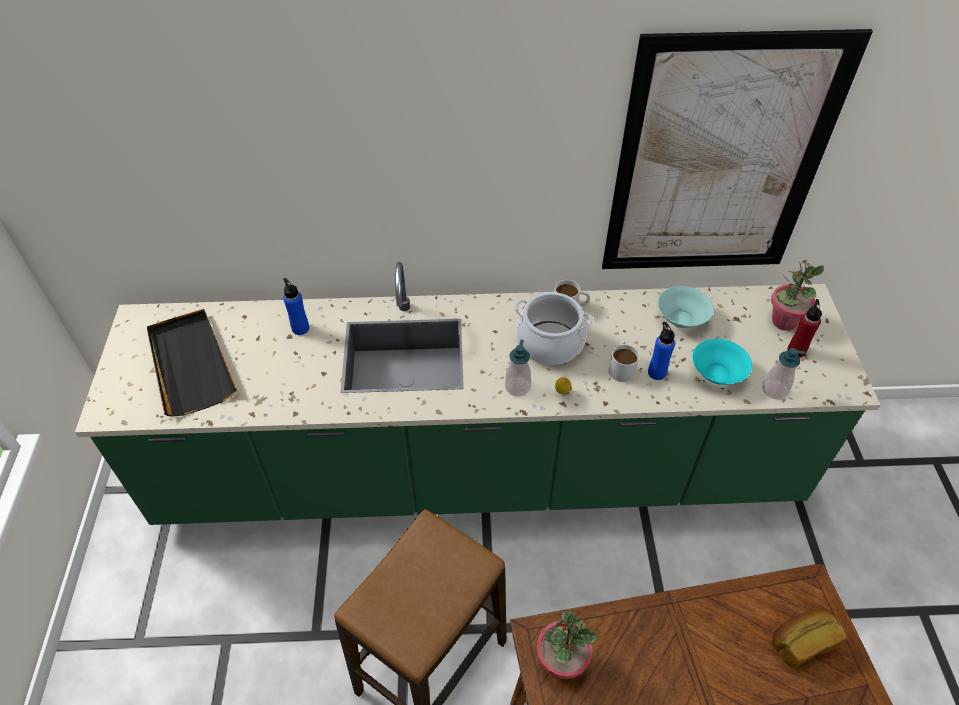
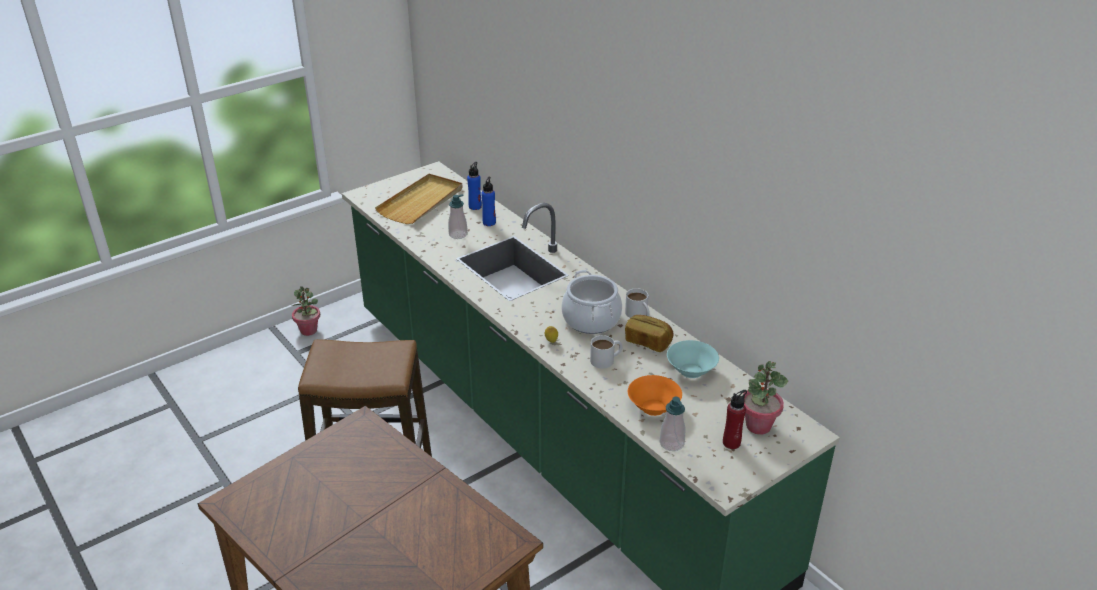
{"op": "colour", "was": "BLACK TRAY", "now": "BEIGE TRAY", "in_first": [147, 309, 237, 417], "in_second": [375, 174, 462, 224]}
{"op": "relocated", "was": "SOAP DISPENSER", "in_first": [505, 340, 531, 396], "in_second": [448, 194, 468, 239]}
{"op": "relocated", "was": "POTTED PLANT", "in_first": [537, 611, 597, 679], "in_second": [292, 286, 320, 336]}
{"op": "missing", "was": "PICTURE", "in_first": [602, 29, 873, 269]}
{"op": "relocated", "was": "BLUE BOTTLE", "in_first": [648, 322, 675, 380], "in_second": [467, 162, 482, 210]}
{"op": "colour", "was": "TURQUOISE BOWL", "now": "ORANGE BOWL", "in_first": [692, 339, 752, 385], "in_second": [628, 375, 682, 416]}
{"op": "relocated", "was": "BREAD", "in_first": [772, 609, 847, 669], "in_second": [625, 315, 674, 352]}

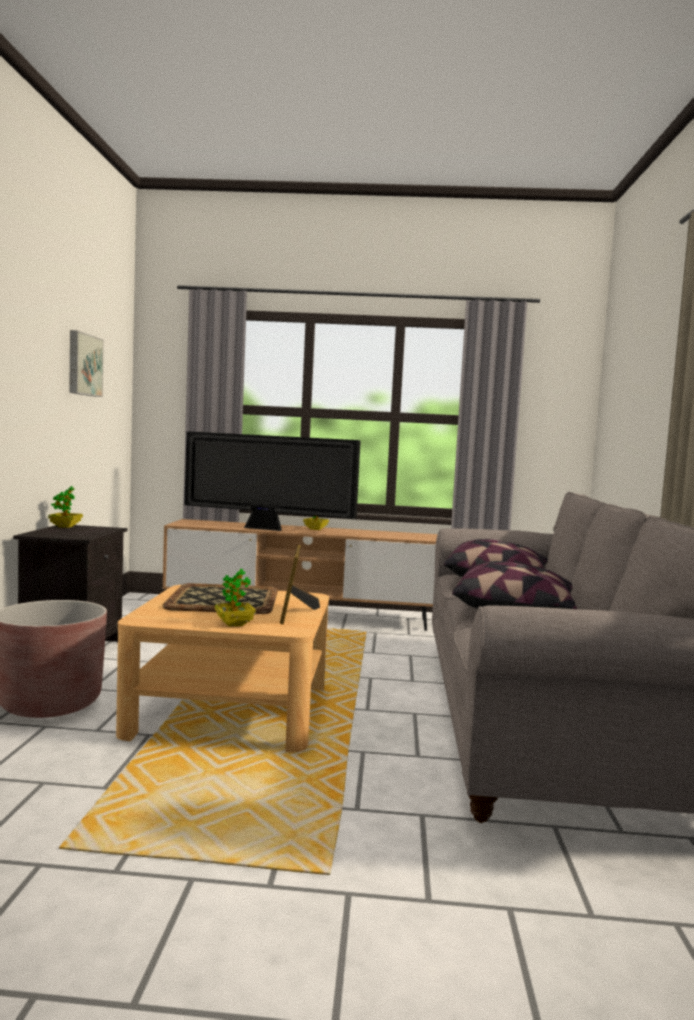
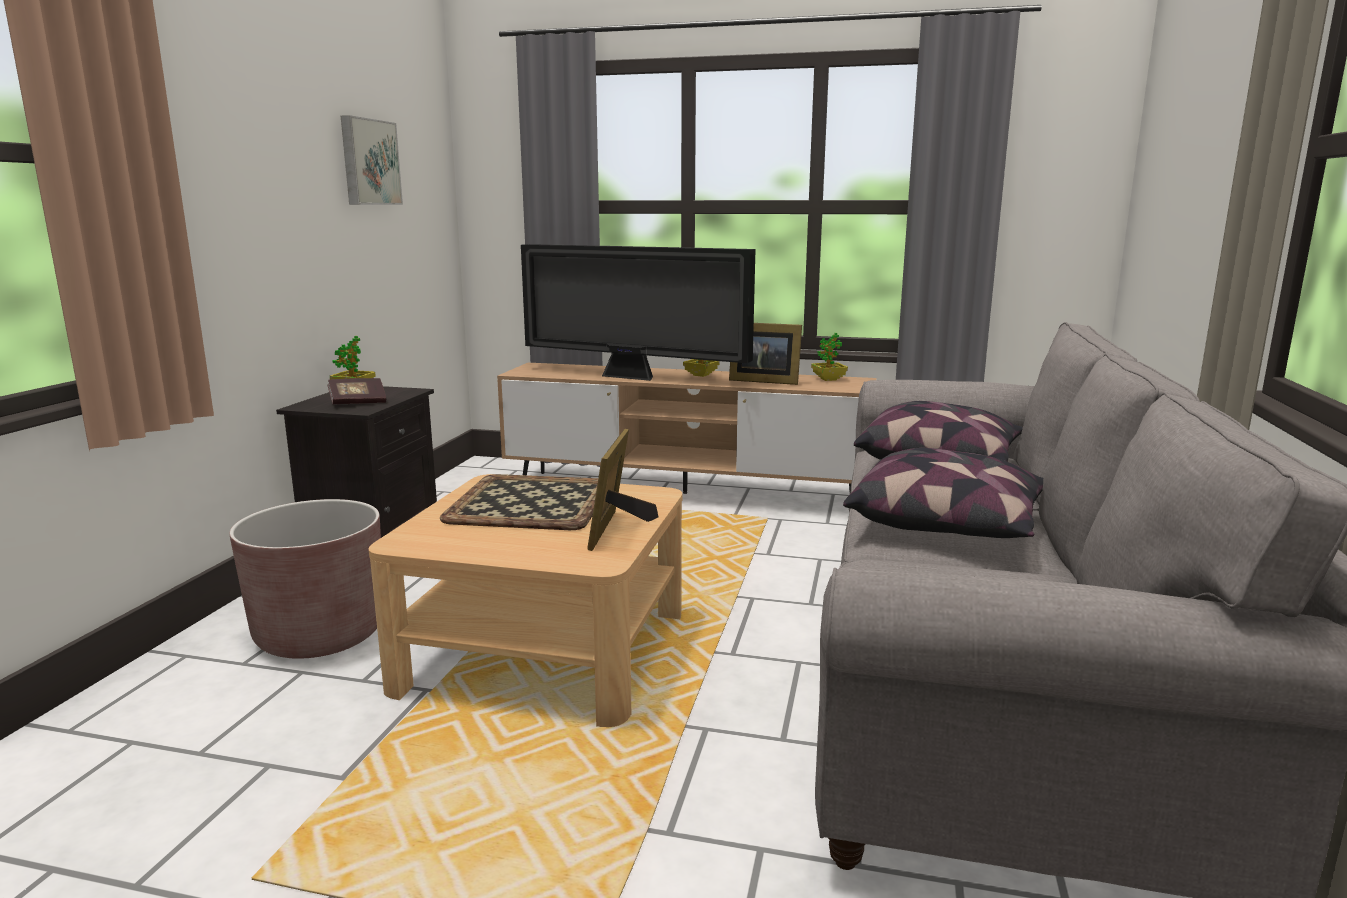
{"op": "relocated", "was": "POTTED PLANT", "in_first": [215, 569, 256, 627], "in_second": [811, 333, 848, 381]}
{"op": "appeared", "now": "BOOK", "in_second": [327, 378, 386, 405]}
{"op": "appeared", "now": "PICTURE FRAME", "in_second": [729, 323, 802, 385]}

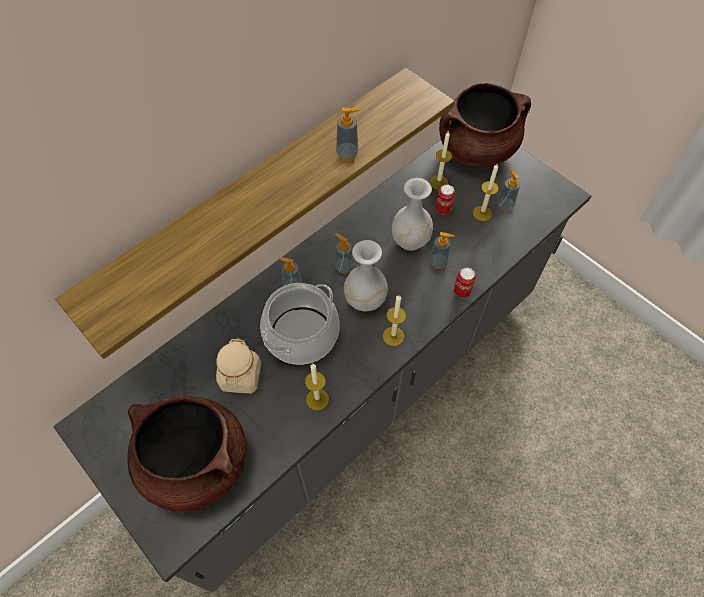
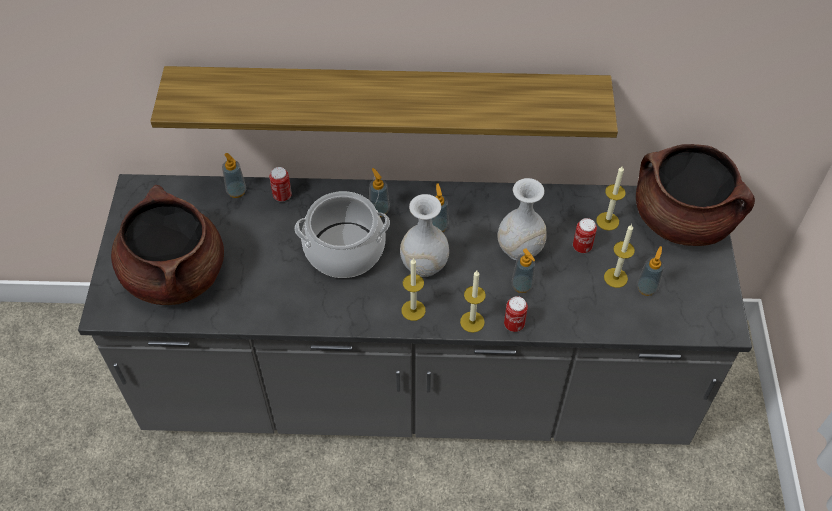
{"op": "missing", "was": "BEIGE JAR", "in_first": [216, 338, 261, 393]}
{"op": "relocated", "was": "CANDLE", "in_first": [305, 364, 329, 410], "in_second": [460, 270, 486, 333]}
{"op": "relocated", "was": "SOAP DISPENSER", "in_first": [336, 108, 359, 160], "in_second": [222, 153, 246, 198]}
{"op": "appeared", "now": "CAN", "in_second": [269, 167, 292, 202]}

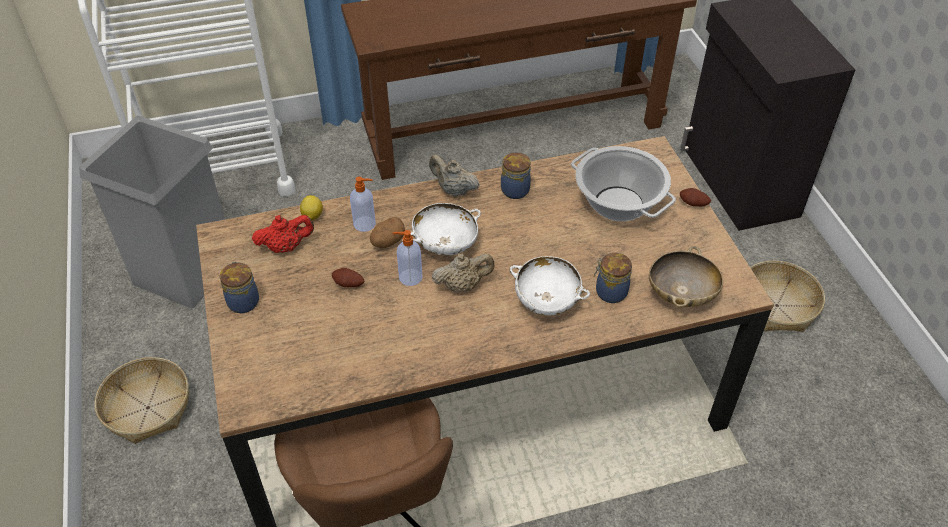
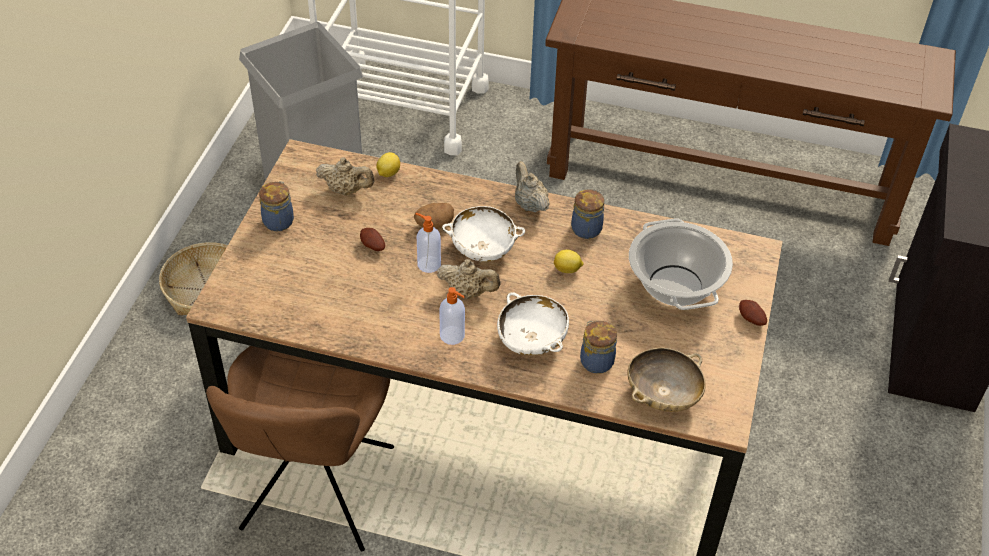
{"op": "colour", "was": "RED TEAPOT", "now": "BEIGE TEAPOT", "in_first": [252, 215, 314, 253], "in_second": [316, 157, 375, 195]}
{"op": "relocated", "was": "SOAP DISPENSER", "in_first": [350, 177, 376, 232], "in_second": [439, 287, 465, 345]}
{"op": "missing", "was": "BASKET", "in_first": [750, 261, 825, 332]}
{"op": "appeared", "now": "LEMON", "in_second": [554, 249, 583, 273]}

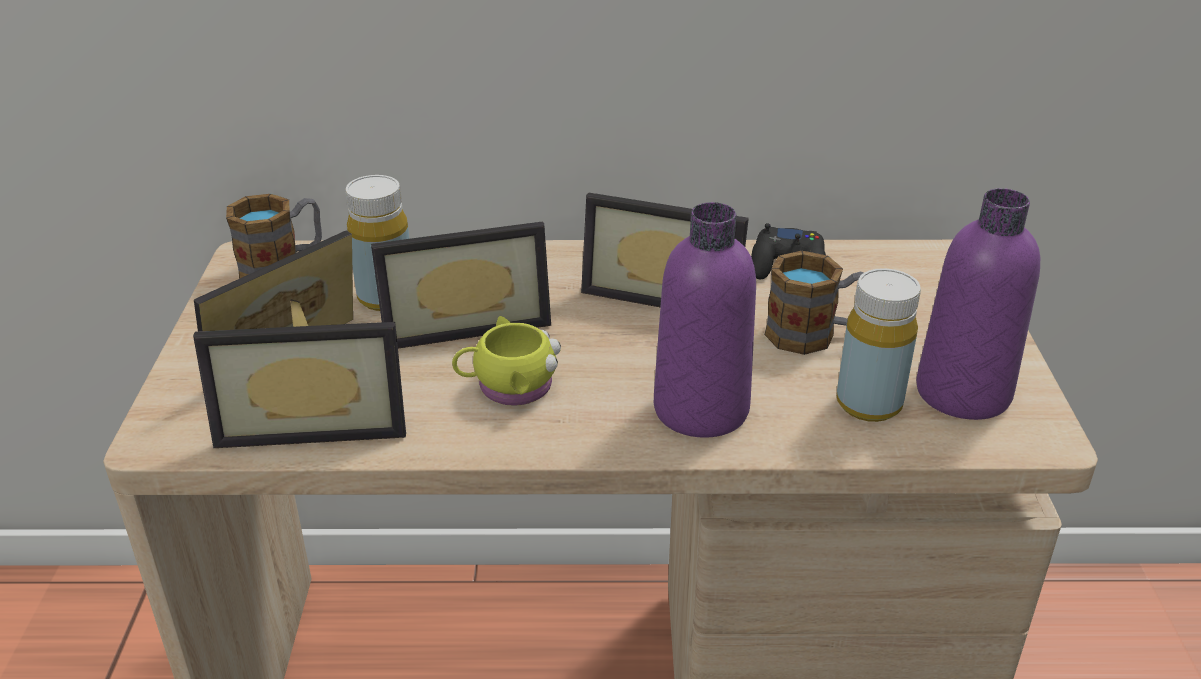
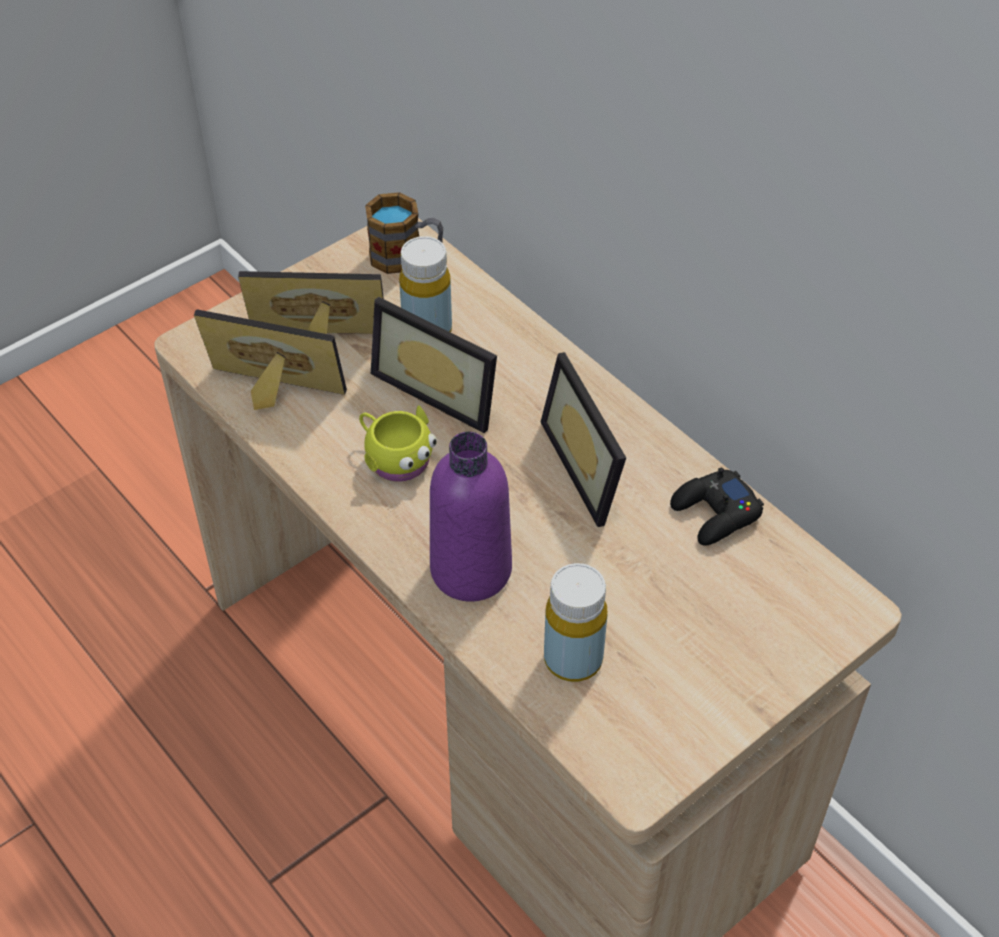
{"op": "spun", "was": "PICTURE FRAME", "in_first": [193, 322, 406, 448], "in_second": [194, 309, 347, 410], "clockwise": 150}
{"op": "missing", "was": "MUG", "in_first": [765, 251, 863, 355]}
{"op": "missing", "was": "PURPLE BOTTLE", "in_first": [916, 188, 1040, 420]}

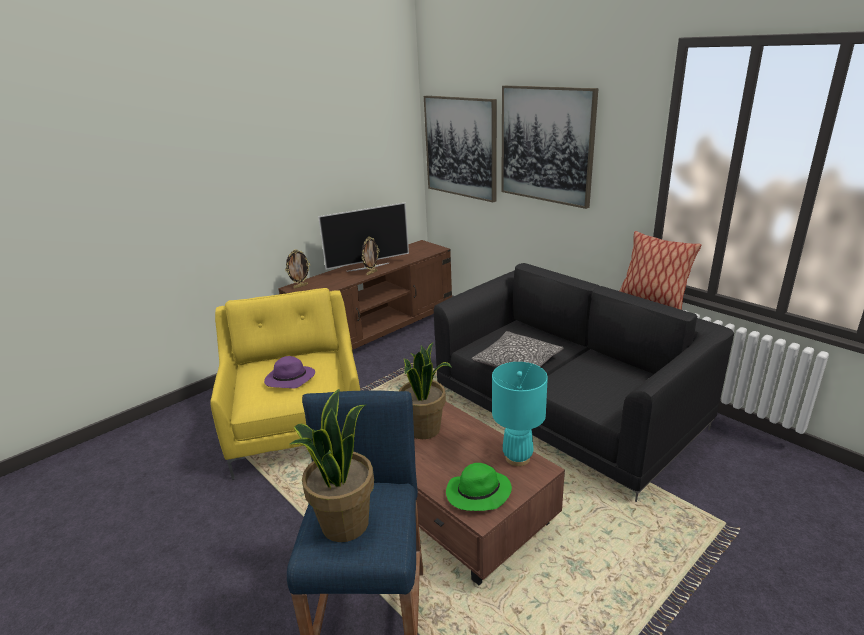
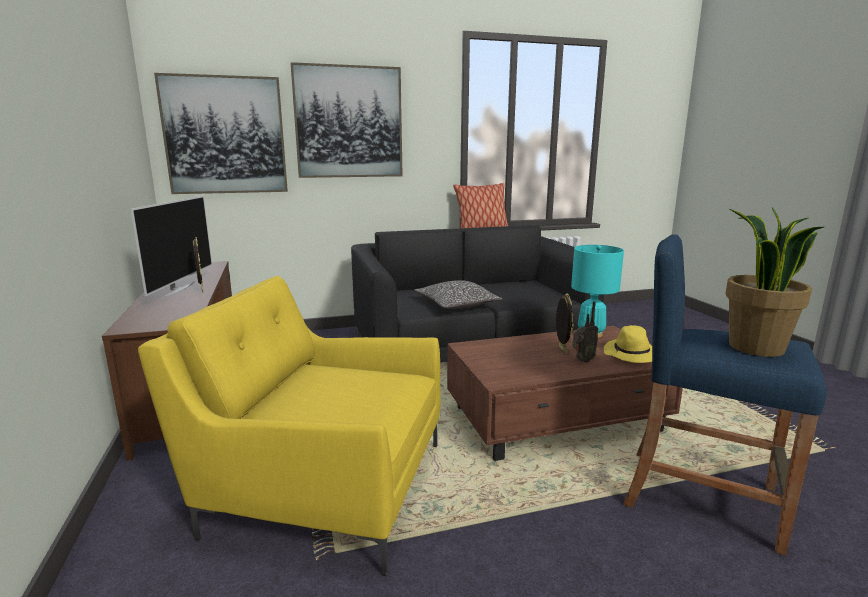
{"op": "missing", "was": "PURPLE HAT", "in_first": [264, 356, 315, 389]}
{"op": "relocated", "was": "PICTURE FRAME", "in_first": [285, 249, 310, 289], "in_second": [556, 293, 574, 354]}
{"op": "missing", "was": "POTTED PLANT", "in_first": [399, 343, 451, 439]}
{"op": "colour", "was": "GREEN HAT", "now": "YELLOW HAT", "in_first": [446, 463, 512, 511], "in_second": [604, 325, 652, 363]}
{"op": "appeared", "now": "RADIO", "in_second": [573, 301, 598, 363]}

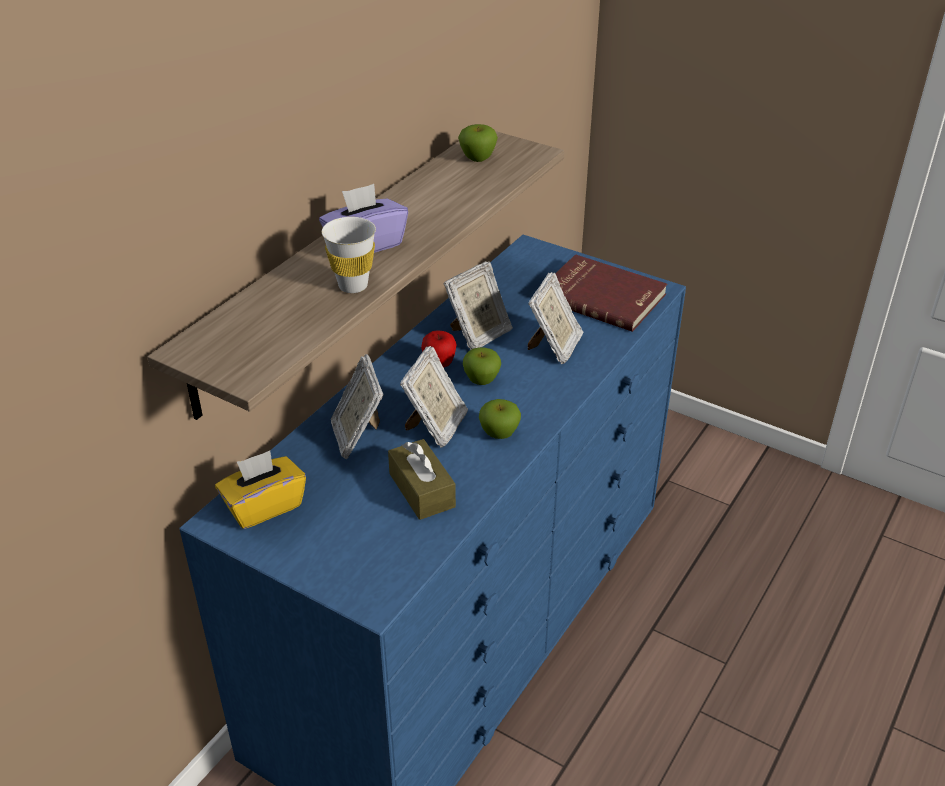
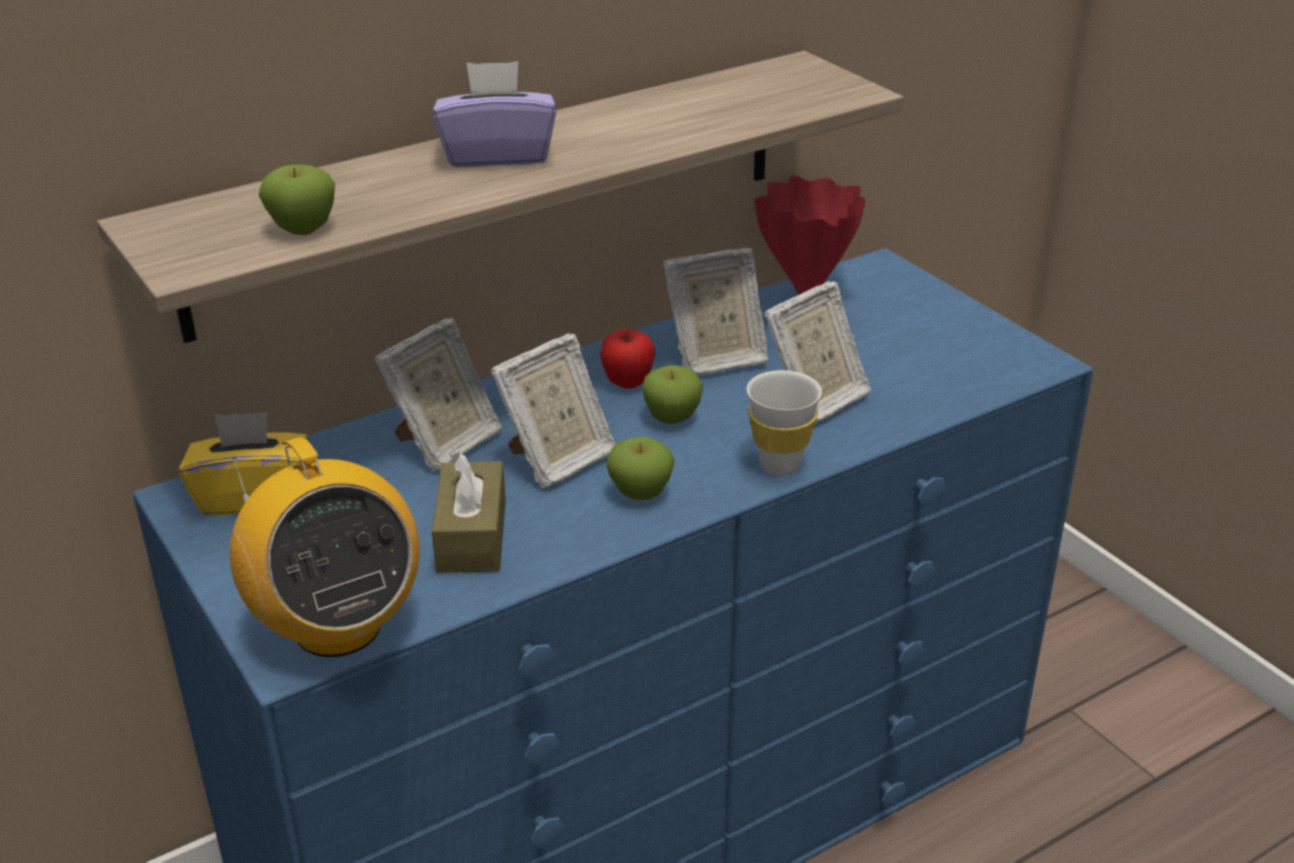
{"op": "relocated", "was": "WHITE CUP", "in_first": [322, 217, 376, 293], "in_second": [747, 370, 822, 476]}
{"op": "spun", "was": "PICTURE FRAME", "in_first": [331, 354, 384, 459], "in_second": [374, 318, 502, 471], "clockwise": -150}
{"op": "relocated", "was": "APPLE", "in_first": [458, 124, 498, 162], "in_second": [259, 165, 335, 235]}
{"op": "missing", "was": "RED BOOK", "in_first": [555, 254, 667, 332]}
{"op": "appeared", "now": "RADIO", "in_second": [230, 437, 420, 657]}
{"op": "appeared", "now": "RED VASE", "in_second": [754, 176, 865, 294]}

